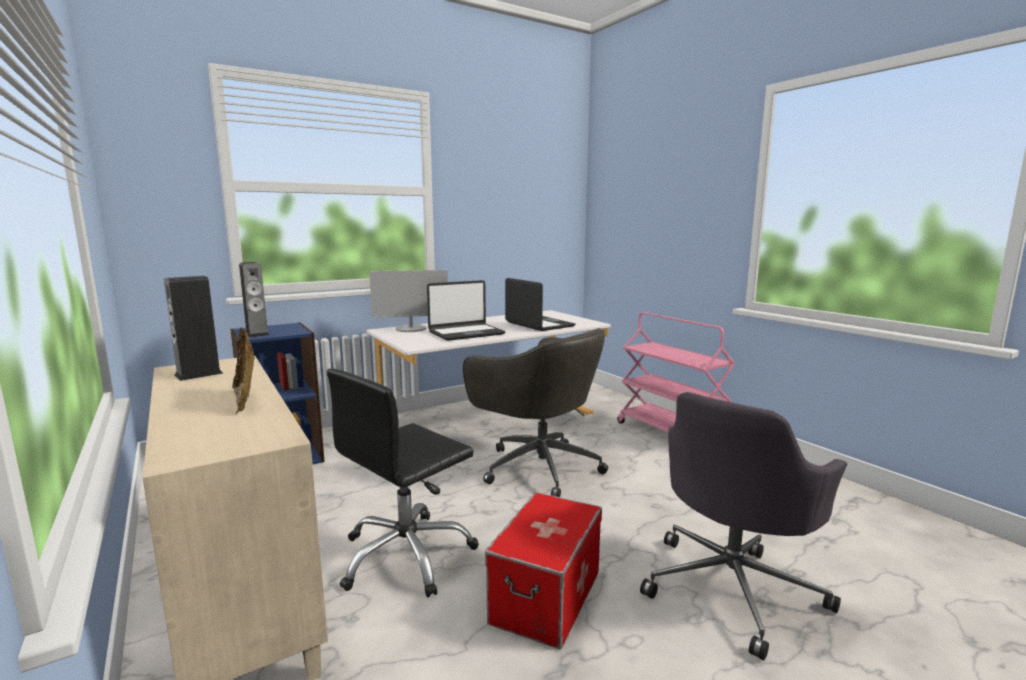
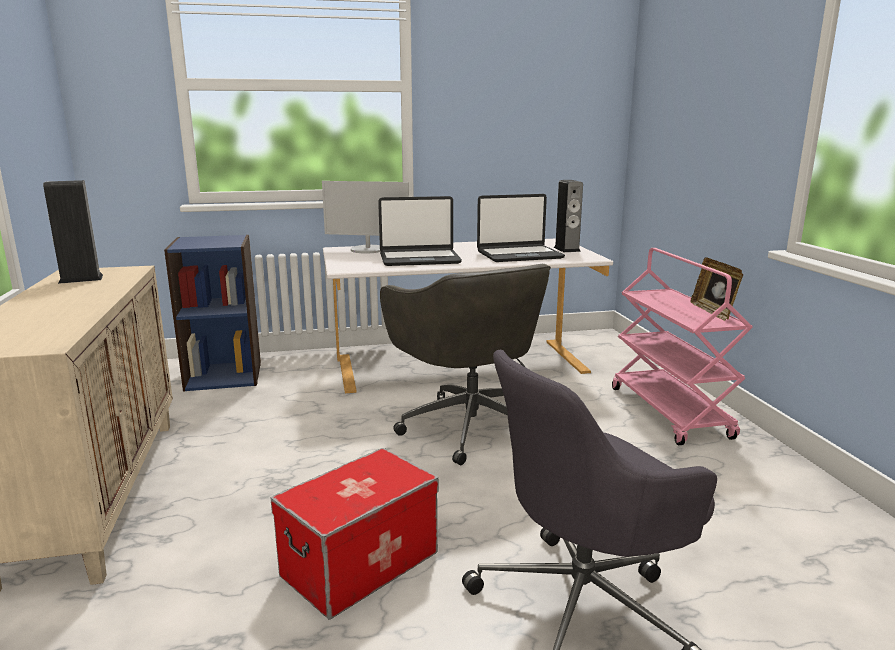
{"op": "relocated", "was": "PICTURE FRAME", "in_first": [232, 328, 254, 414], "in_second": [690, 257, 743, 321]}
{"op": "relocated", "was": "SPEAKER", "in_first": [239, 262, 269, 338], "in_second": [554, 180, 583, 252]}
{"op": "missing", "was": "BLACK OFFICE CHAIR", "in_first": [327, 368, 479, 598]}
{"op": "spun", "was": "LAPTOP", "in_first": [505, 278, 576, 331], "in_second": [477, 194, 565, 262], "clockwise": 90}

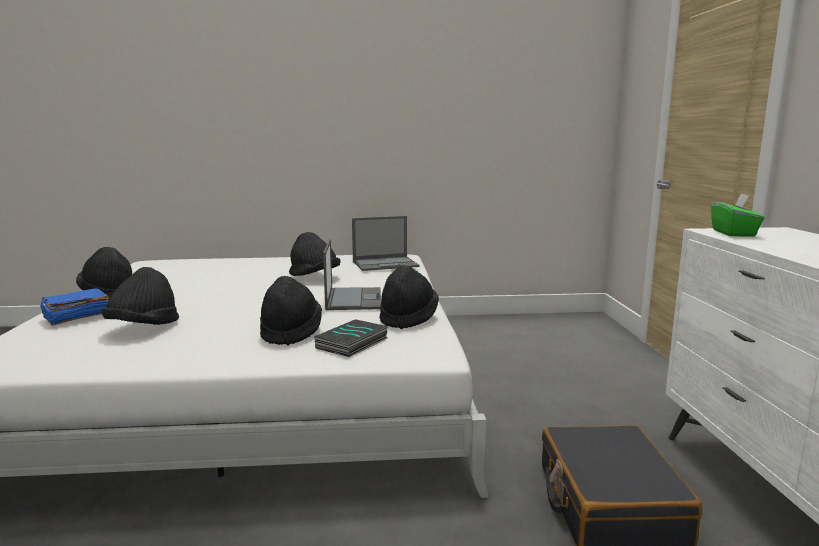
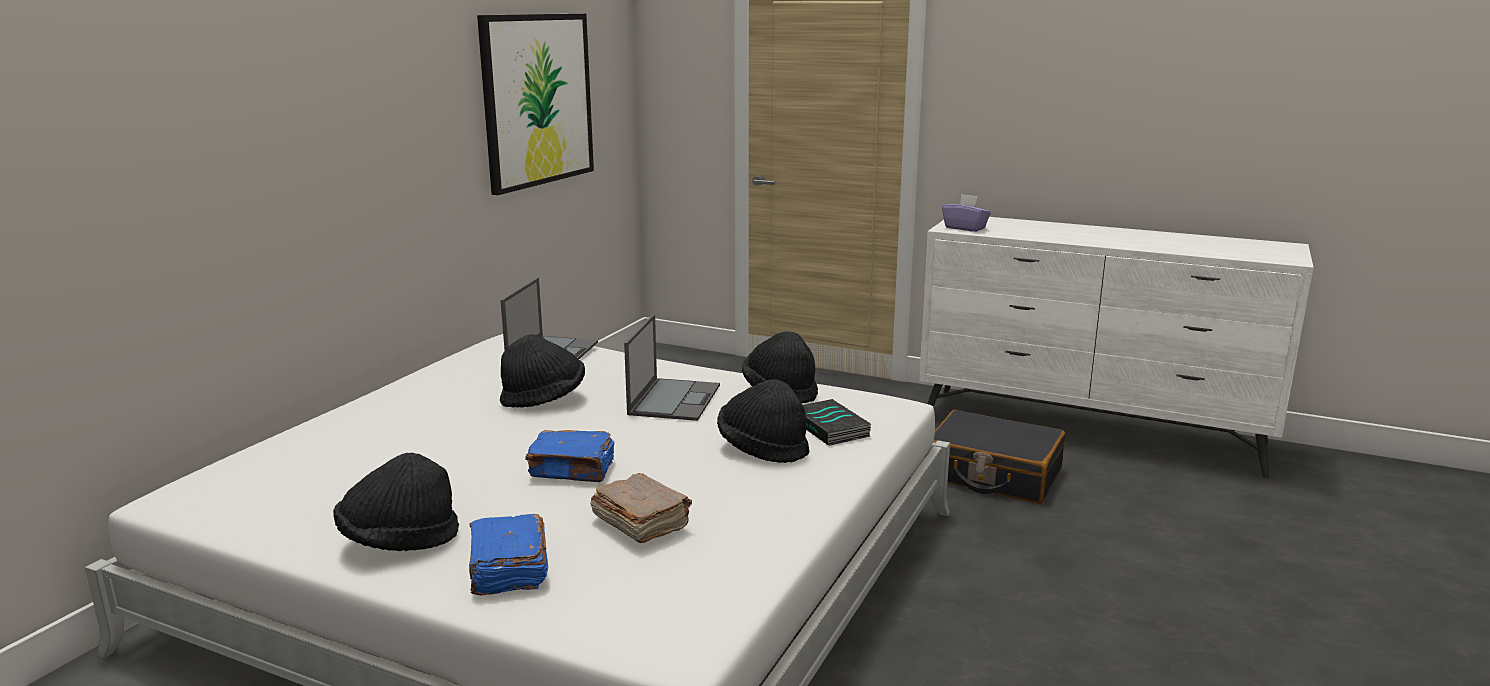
{"op": "exchanged", "was": "BLACK HAT", "now": "BROWN BOOK", "in_first": [102, 267, 179, 325], "in_second": [590, 473, 692, 543]}
{"op": "spun", "was": "LAPTOP", "in_first": [323, 239, 381, 310], "in_second": [624, 314, 720, 421], "clockwise": 75}
{"op": "colour", "was": "GREEN TISSUE BOX", "now": "PURPLE TISSUE BOX", "in_first": [711, 193, 764, 237], "in_second": [942, 194, 991, 232]}
{"op": "appeared", "now": "PICTURE", "in_second": [477, 14, 594, 195]}
{"op": "appeared", "now": "BLUE BOOK", "in_second": [525, 430, 614, 482]}

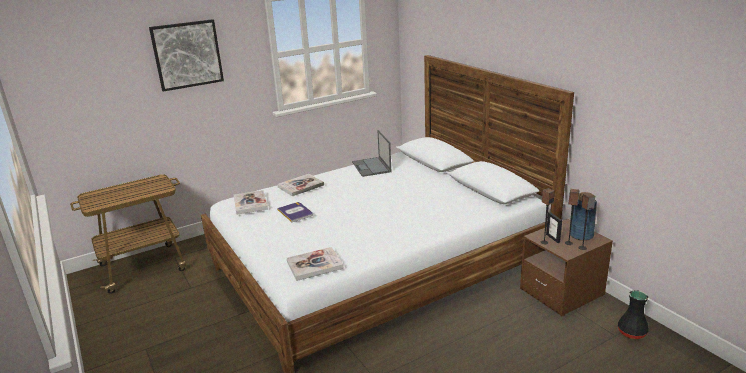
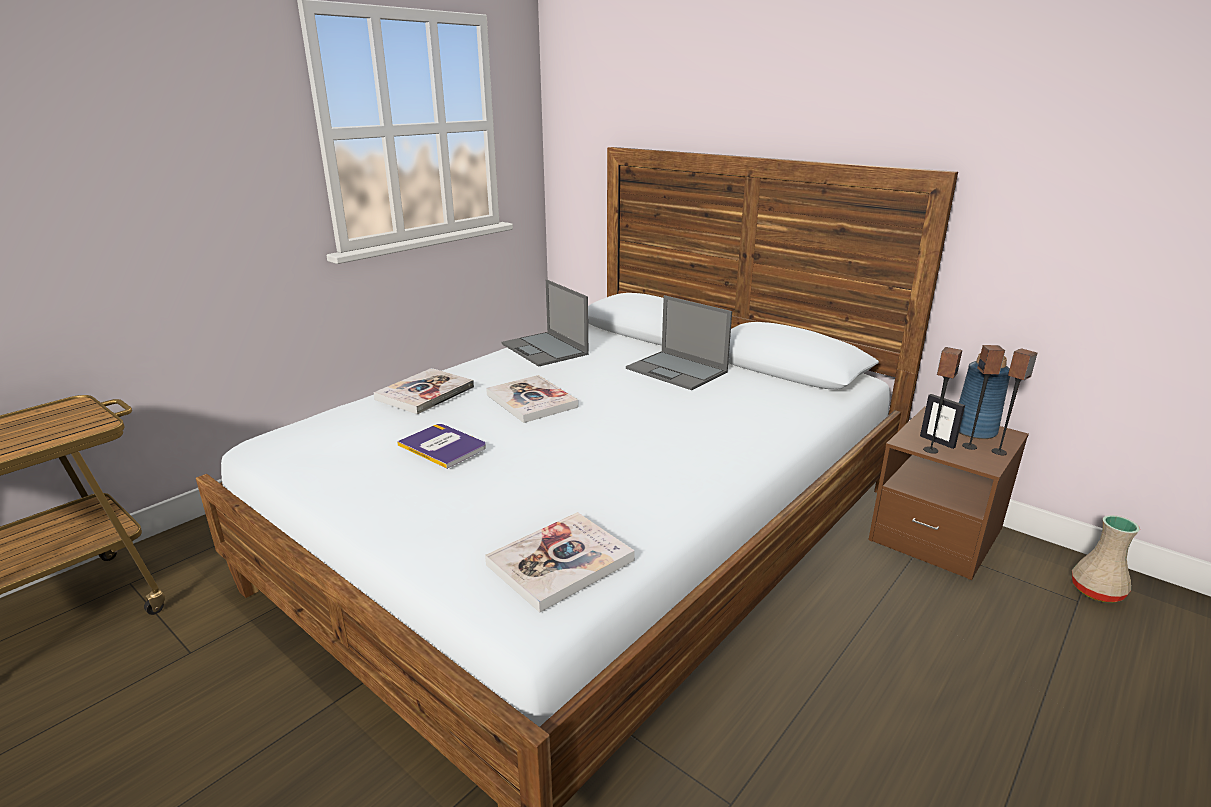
{"op": "missing", "was": "PICTURE", "in_first": [149, 19, 224, 92]}
{"op": "relocated", "was": "BOOK", "in_first": [234, 190, 268, 215], "in_second": [486, 375, 578, 423]}
{"op": "colour", "was": "BLACK VASE", "now": "BEIGE VASE", "in_first": [618, 290, 649, 339], "in_second": [1072, 515, 1140, 603]}
{"op": "appeared", "now": "LAPTOP", "in_second": [626, 295, 732, 390]}

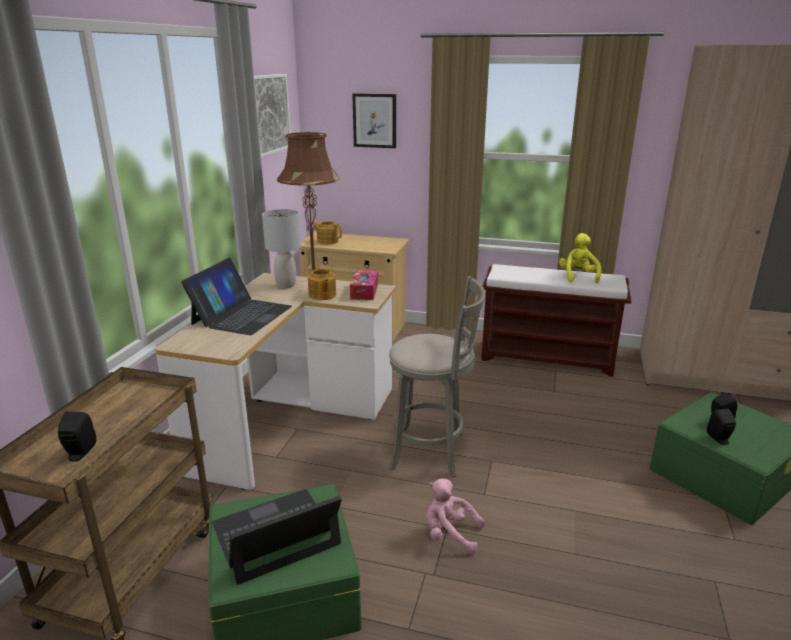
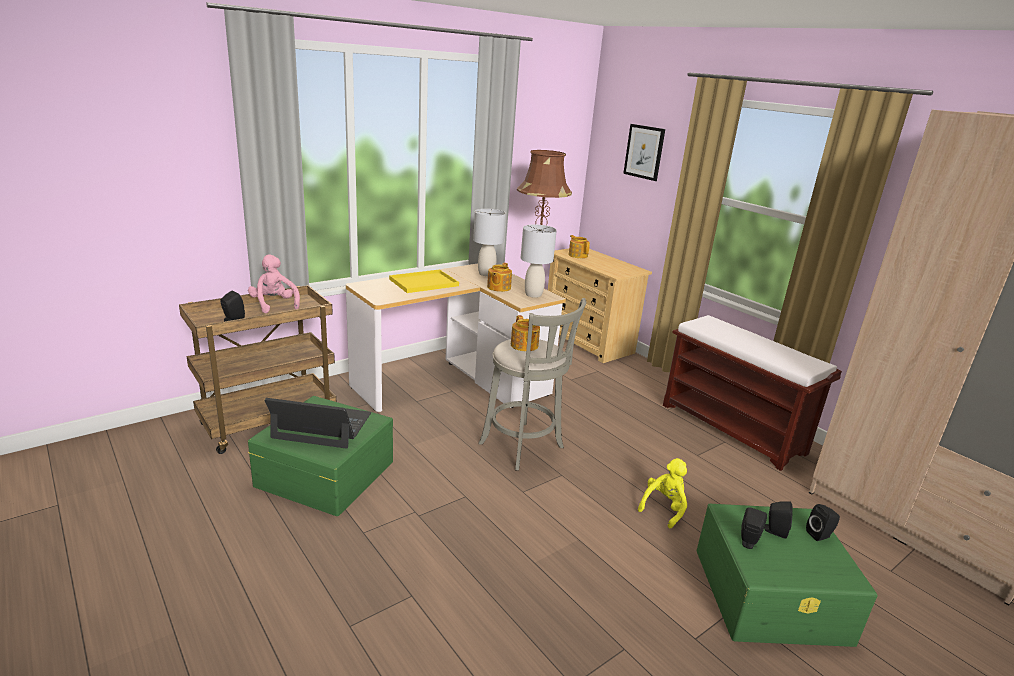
{"op": "exchanged", "was": "LAPTOP", "now": "YELLOW TRAY", "in_first": [181, 258, 292, 335], "in_second": [389, 269, 459, 293]}
{"op": "missing", "was": "PICTURE", "in_first": [254, 74, 291, 157]}
{"op": "exchanged", "was": "TISSUE BOX", "now": "GREY TABLE LAMP", "in_first": [350, 270, 378, 300], "in_second": [521, 225, 557, 298]}
{"op": "relocated", "was": "PINK PLUSH TOY", "in_first": [426, 478, 484, 554], "in_second": [248, 254, 300, 313]}
{"op": "relocated", "was": "YELLOW PLUSH TOY", "in_first": [559, 233, 601, 283], "in_second": [638, 458, 687, 528]}
{"op": "appeared", "now": "TEAPOT", "in_second": [511, 315, 540, 351]}
{"op": "appeared", "now": "BLACK SPEAKER", "in_second": [806, 504, 840, 541]}

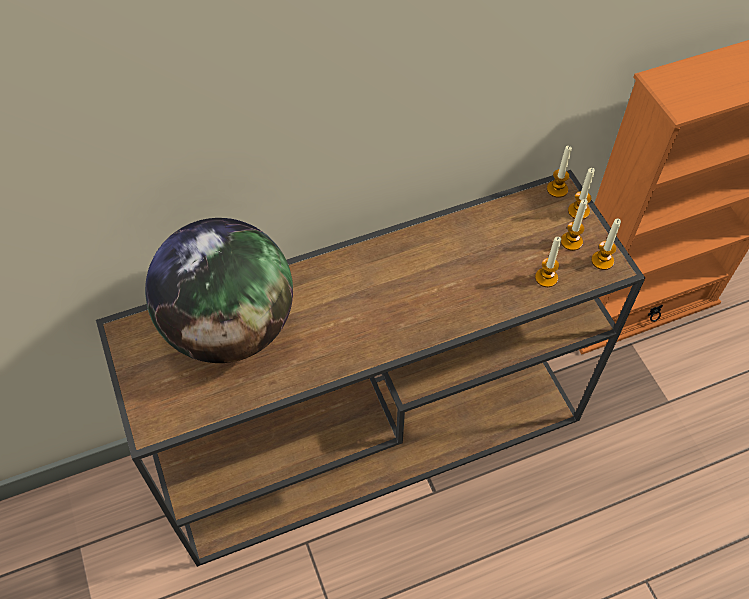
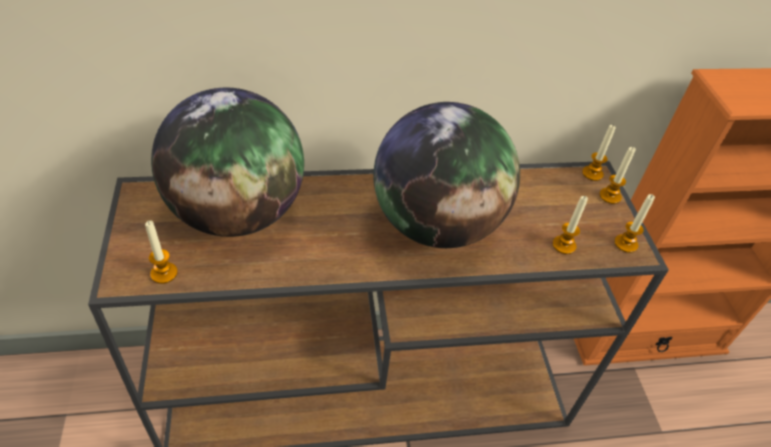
{"op": "relocated", "was": "CANDLE", "in_first": [561, 199, 588, 251], "in_second": [145, 221, 178, 284]}
{"op": "appeared", "now": "GLOBE", "in_second": [374, 102, 520, 248]}

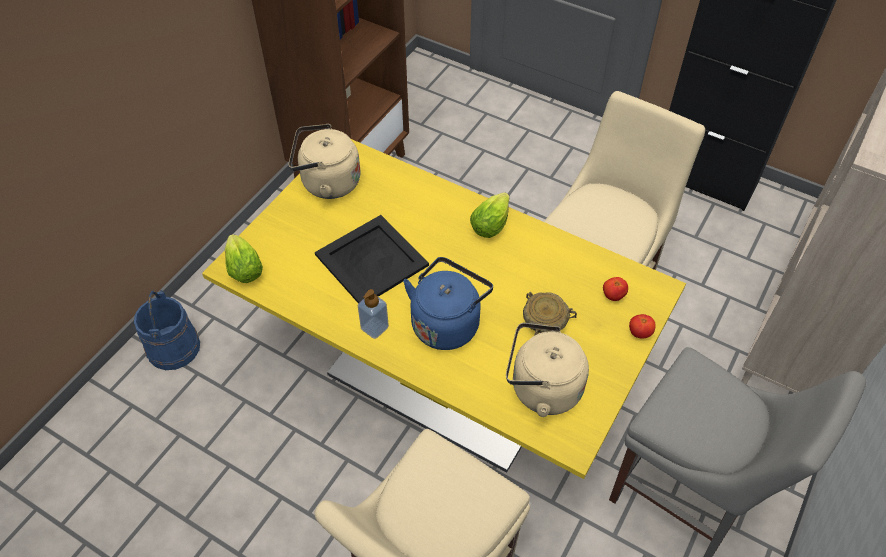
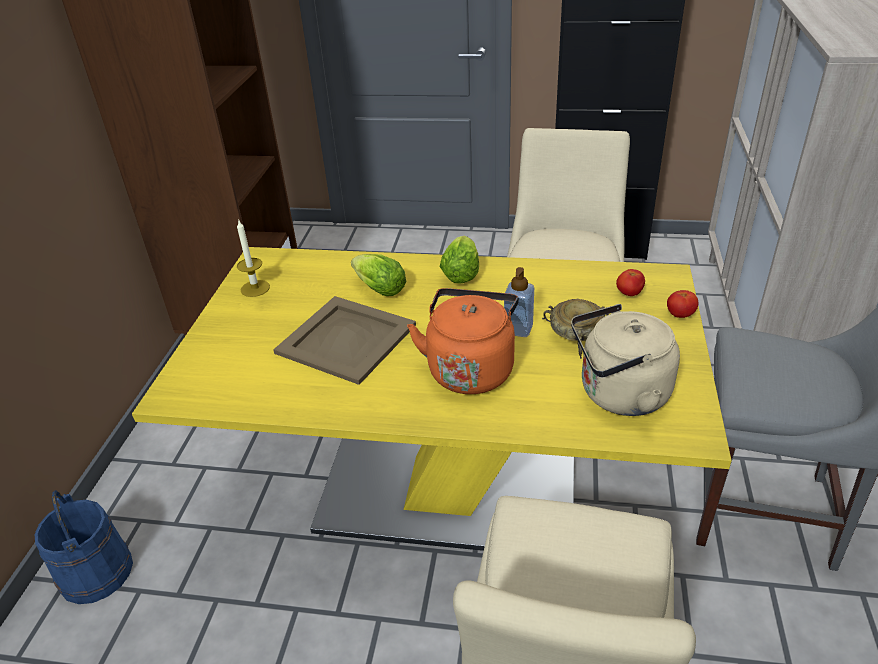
{"op": "relocated", "was": "LETTUCE", "in_first": [225, 234, 263, 283], "in_second": [351, 254, 406, 296]}
{"op": "exchanged", "was": "BEIGE KETTLE", "now": "CANDLE", "in_first": [288, 124, 361, 199], "in_second": [237, 219, 270, 297]}
{"op": "colour", "was": "BLACK TRAY", "now": "BEIGE TRAY", "in_first": [315, 215, 429, 304], "in_second": [273, 296, 416, 385]}
{"op": "relocated", "was": "SOAP DISPENSER", "in_first": [358, 289, 389, 339], "in_second": [504, 267, 534, 337]}
{"op": "colour", "was": "BLUE KETTLE", "now": "ORANGE KETTLE", "in_first": [403, 257, 493, 350], "in_second": [407, 288, 519, 394]}

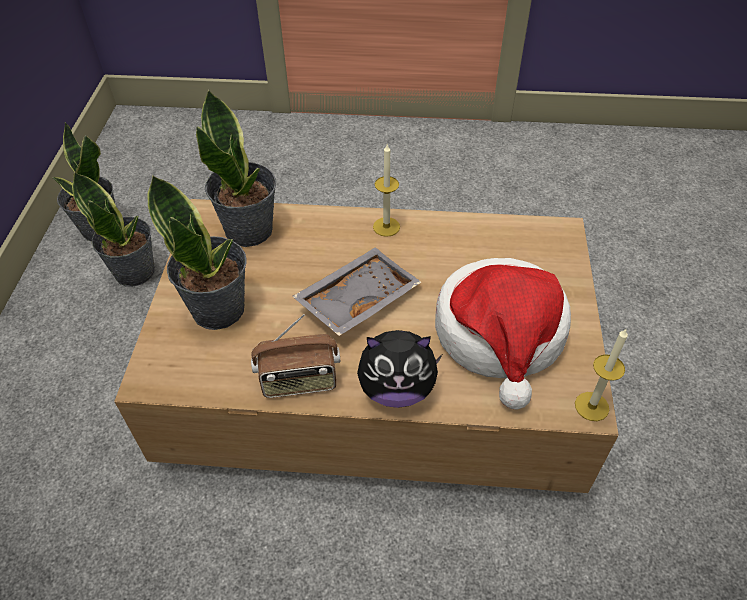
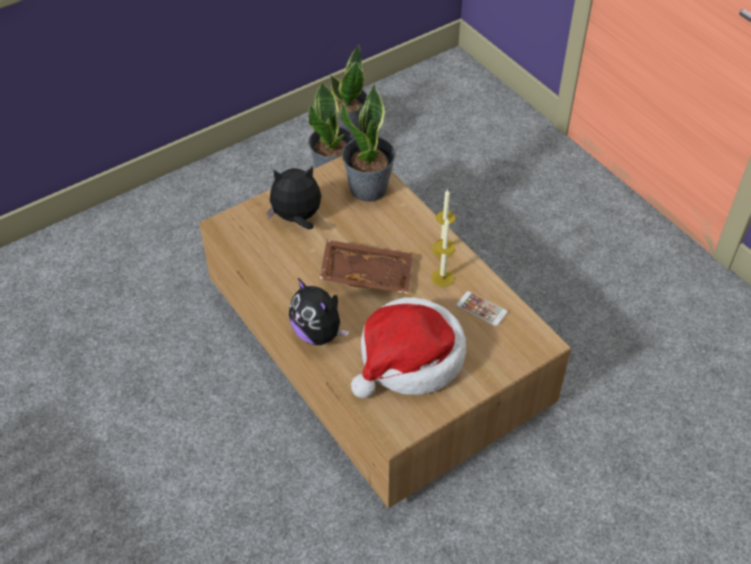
{"op": "exchanged", "was": "POTTED PLANT", "now": "PLUSH TOY", "in_first": [147, 174, 247, 330], "in_second": [267, 166, 321, 229]}
{"op": "missing", "was": "RADIO", "in_first": [251, 314, 340, 398]}
{"op": "colour", "was": "GREY TRAY", "now": "BROWN TRAY", "in_first": [292, 247, 421, 336], "in_second": [320, 240, 413, 294]}
{"op": "relocated", "was": "CANDLE", "in_first": [575, 328, 628, 421], "in_second": [431, 217, 455, 287]}
{"op": "appeared", "now": "PHONE", "in_second": [456, 291, 508, 327]}

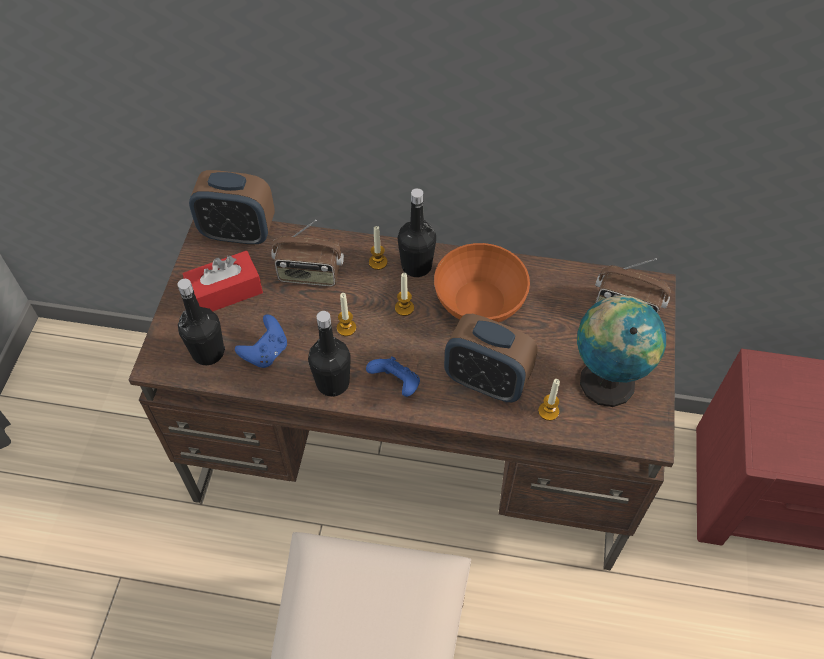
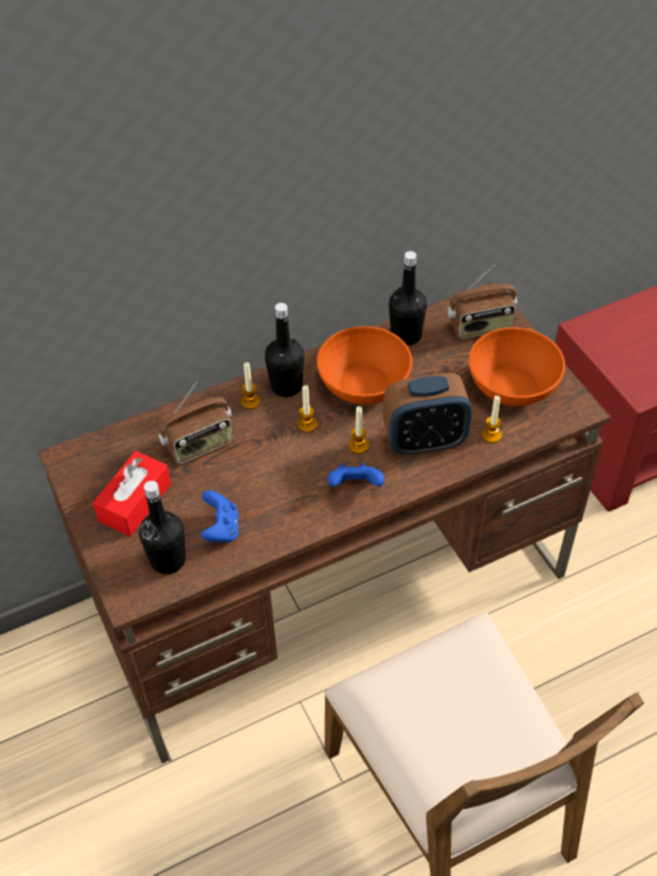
{"op": "missing", "was": "ALARM CLOCK", "in_first": [189, 170, 275, 246]}
{"op": "relocated", "was": "BLACK BOTTLE", "in_first": [308, 311, 351, 396], "in_second": [389, 251, 427, 346]}
{"op": "relocated", "was": "CANDLE", "in_first": [337, 293, 356, 336], "in_second": [349, 406, 369, 454]}
{"op": "exchanged", "was": "GLOBE", "now": "ORANGE BOWL", "in_first": [577, 295, 666, 407], "in_second": [469, 327, 565, 406]}

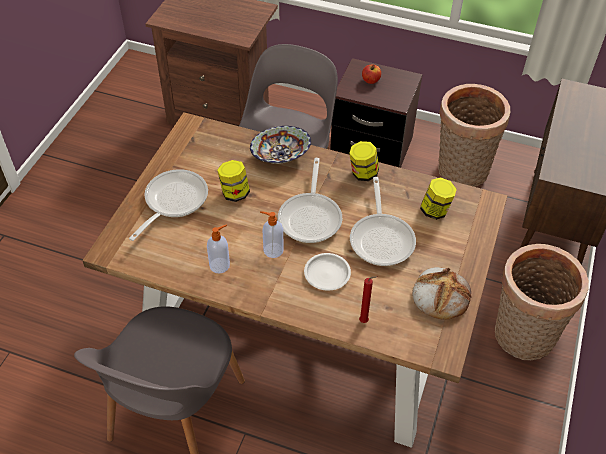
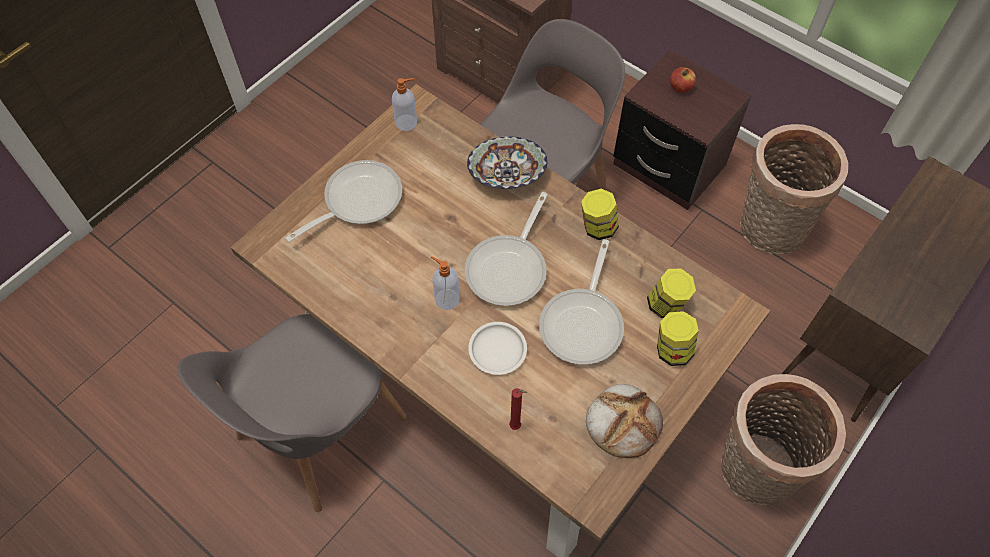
{"op": "relocated", "was": "SOAP DISPENSER", "in_first": [207, 224, 230, 273], "in_second": [392, 78, 417, 131]}
{"op": "relocated", "was": "JAR", "in_first": [217, 160, 250, 202], "in_second": [657, 311, 699, 366]}

